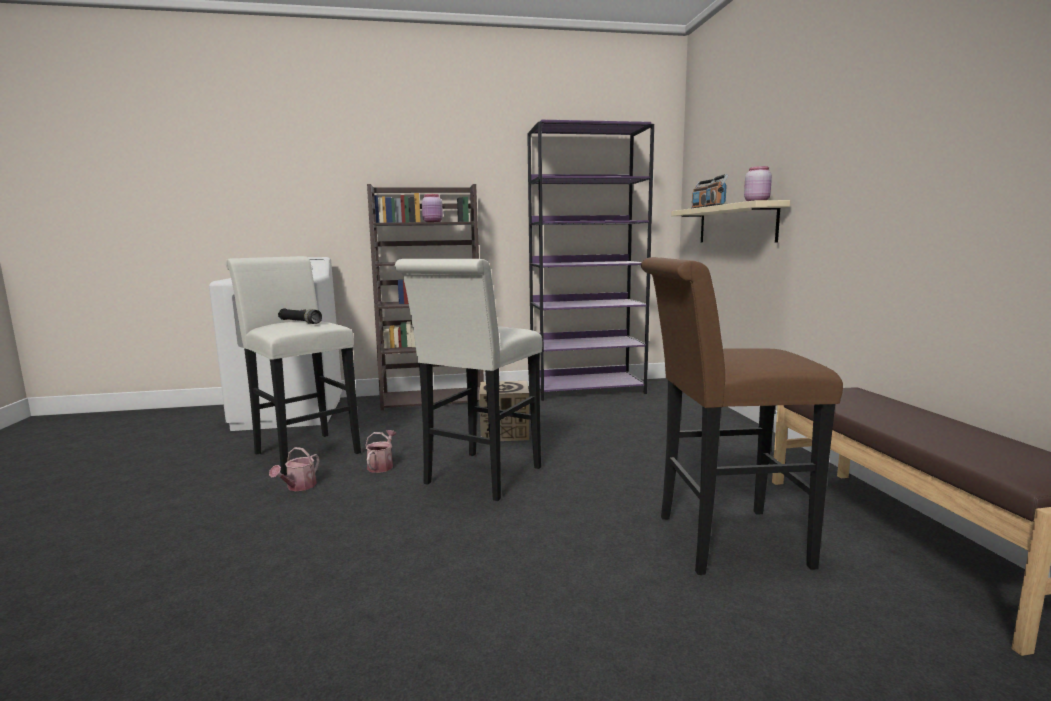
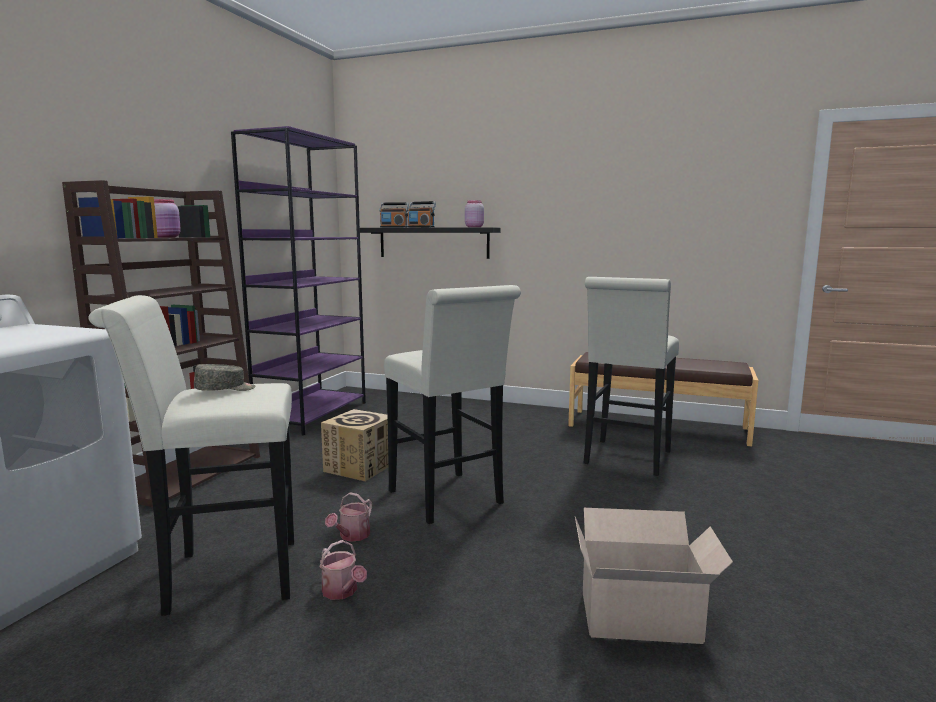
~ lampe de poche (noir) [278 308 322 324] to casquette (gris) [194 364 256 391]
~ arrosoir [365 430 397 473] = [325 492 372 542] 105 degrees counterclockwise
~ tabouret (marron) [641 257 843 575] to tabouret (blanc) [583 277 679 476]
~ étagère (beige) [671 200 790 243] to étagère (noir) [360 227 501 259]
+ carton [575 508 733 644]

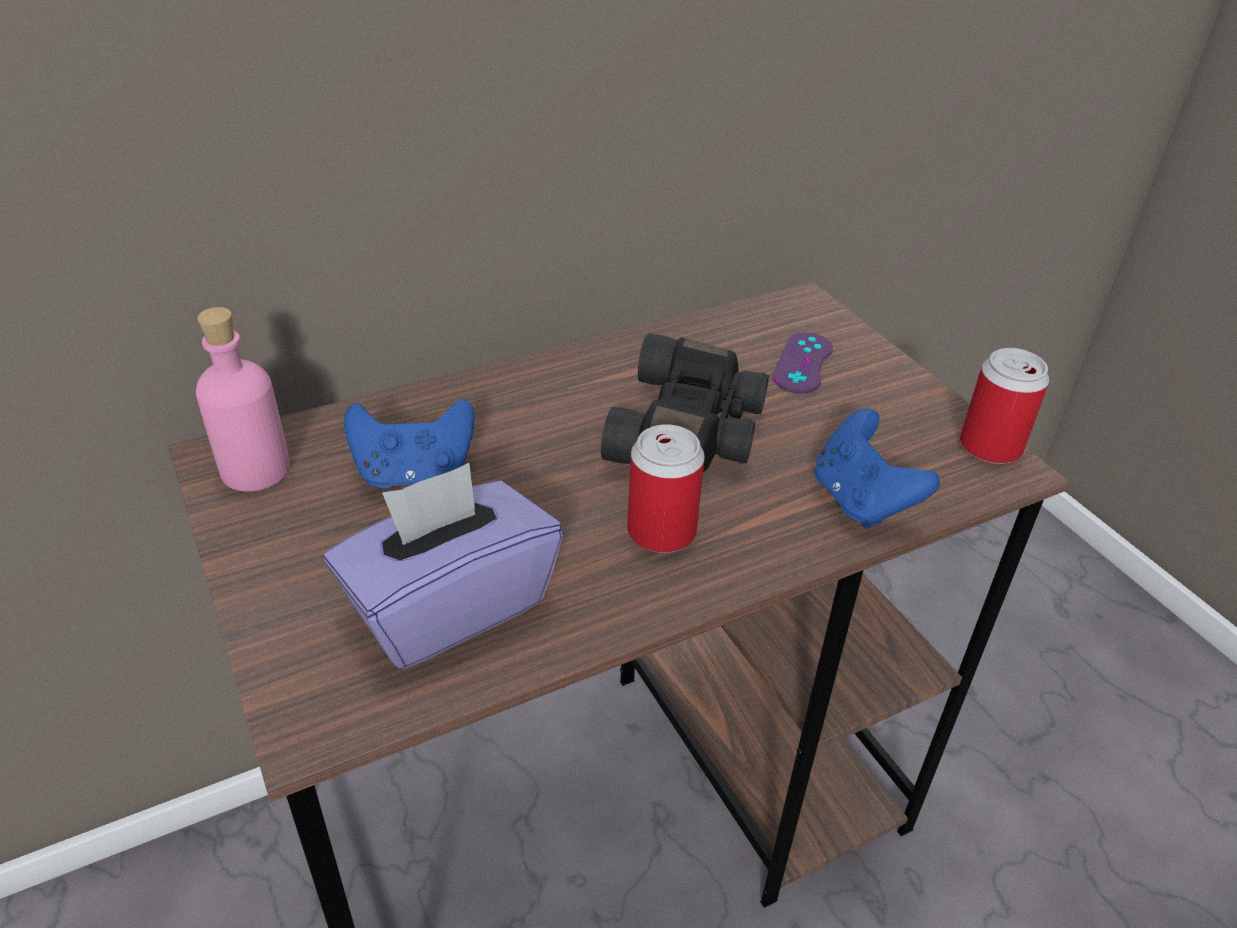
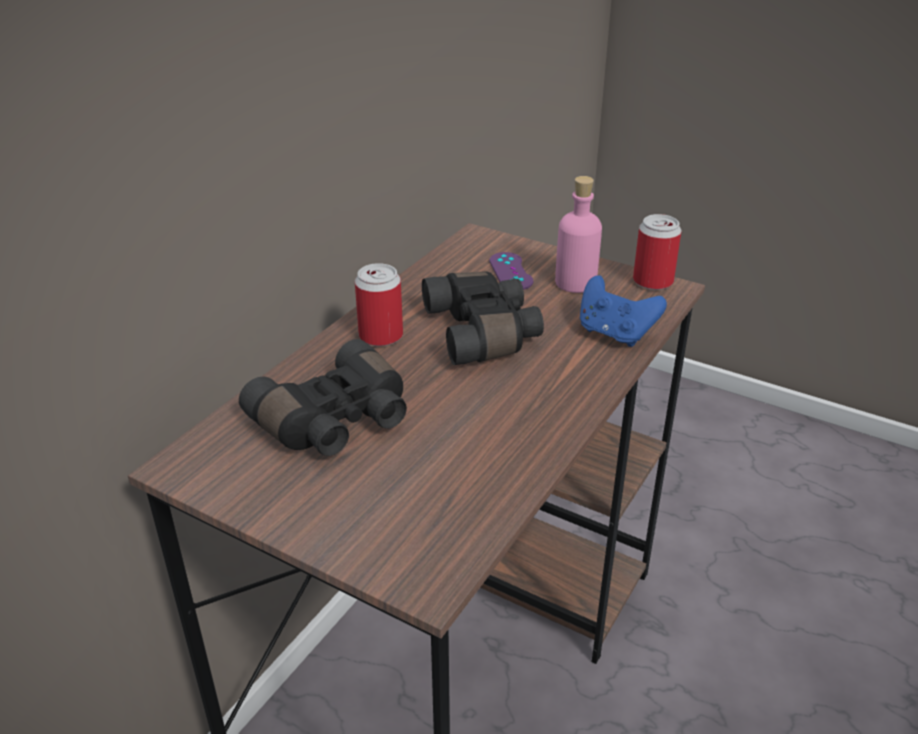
~ bouteille (rose) [196 307 290 492] to [555 176 602 293]
- boîte à mouchoirs (violet) [324 463 563 669]
~ manette (bleu) [344 398 475 489] to jumelles (noir) [239 339 407 456]
~ boîte métallique [627 424 705 553] to [355 263 403 346]

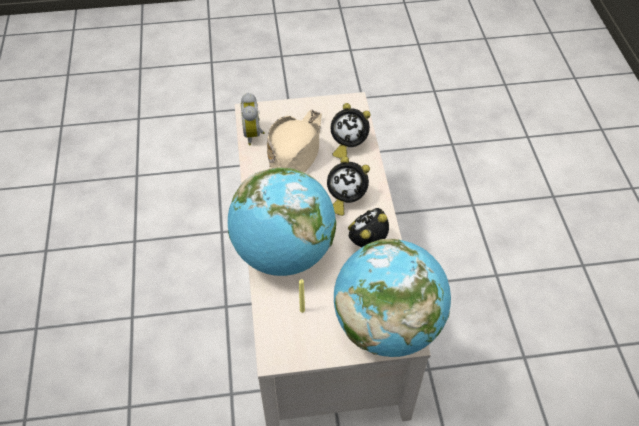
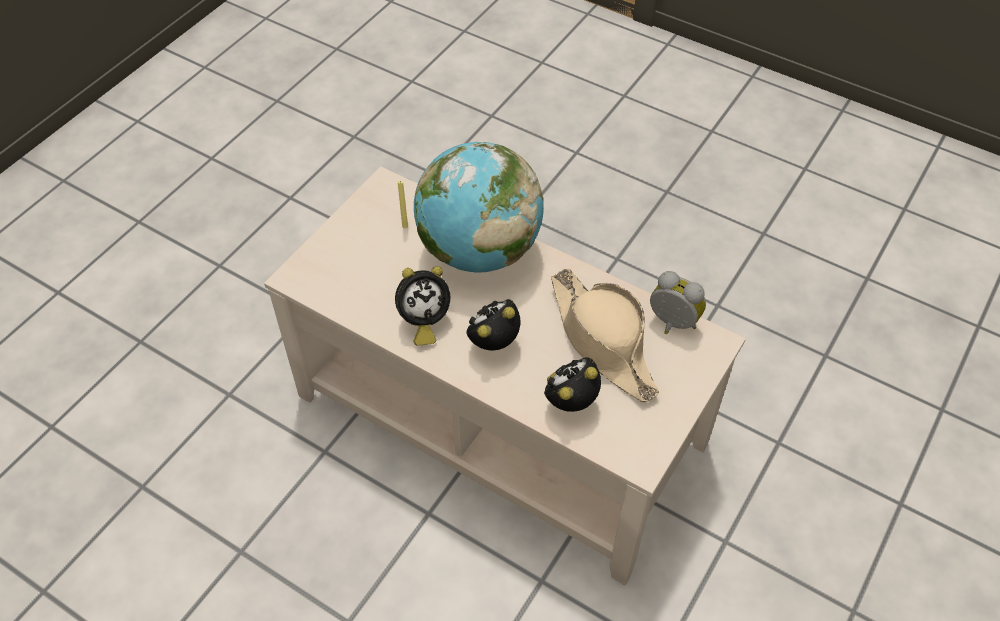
- globe [334 239 451 357]
~ réveil [348 208 389 247] = [395 266 450 346] 75 degrees clockwise

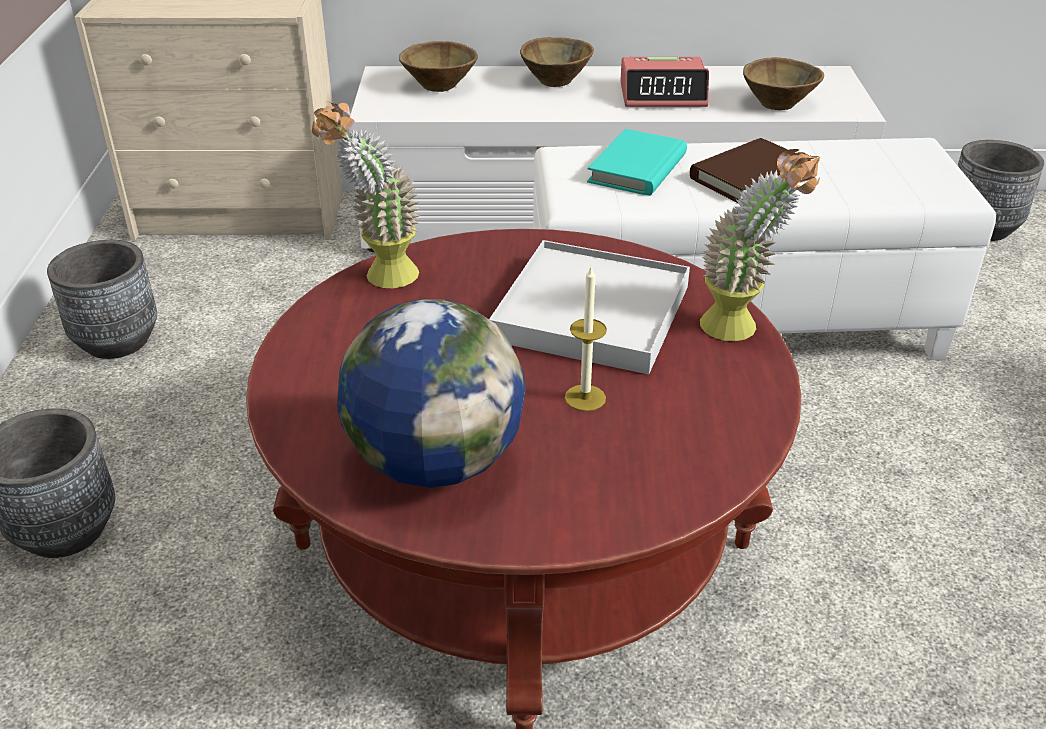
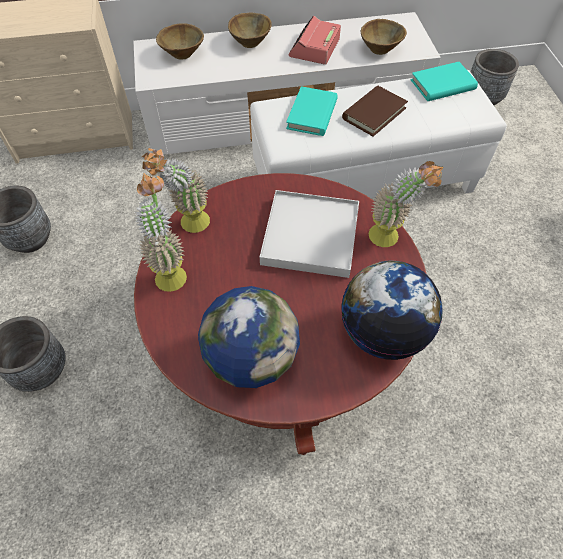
- bougie [565 267 607 411]
~ réveil [620 57 709 107] = [289 16 341 65] 120 degrees clockwise
+ plante en pot [135 173 187 292]
+ globe [341 261 443 360]
+ livre (turquoise) [411 62 478 101]

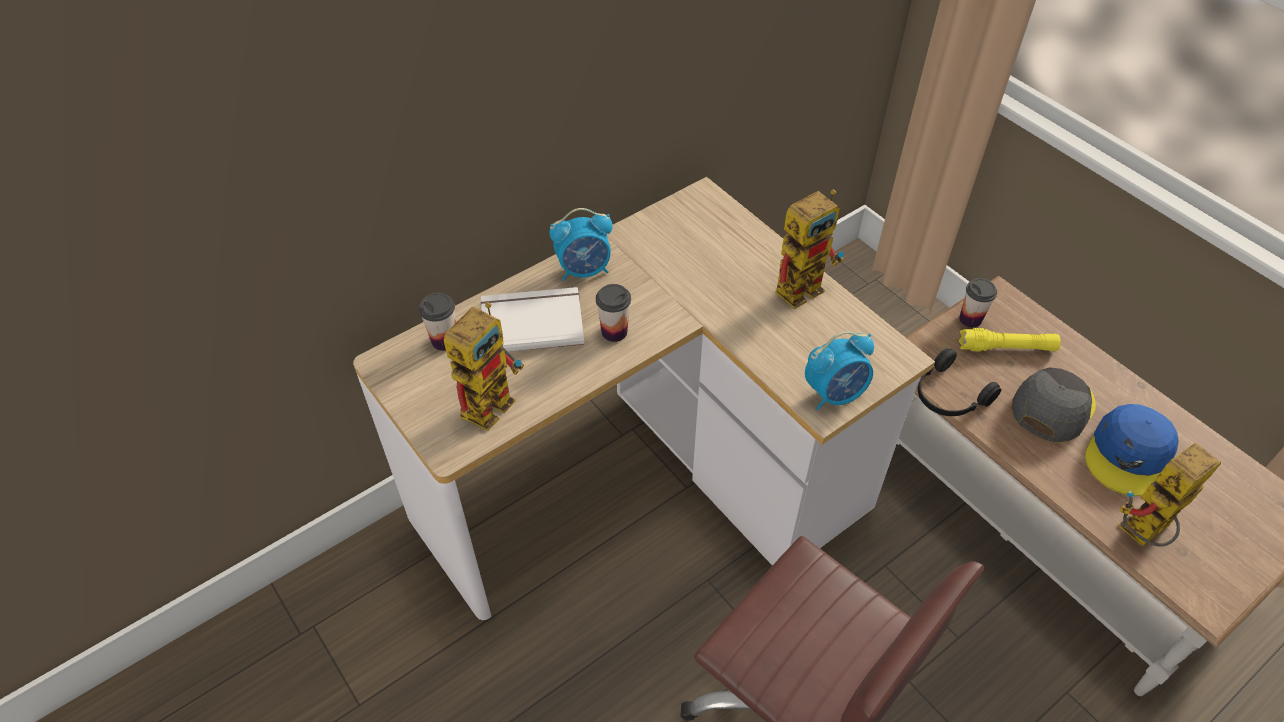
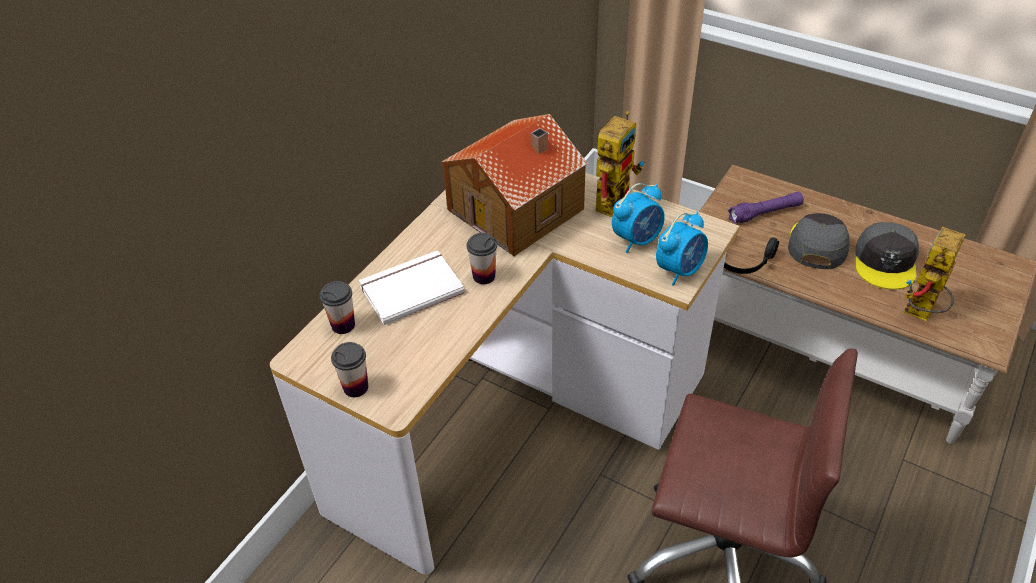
- robot jouet [444 302 524 431]
~ réveil [549 208 613 281] to [612 183 665 253]
~ tasse [959 278 997 328] to [331 342 368 397]
~ lampe de poche (jaune) [959 328 1061 352] to lampe de poche (violet) [728 192 804 224]
~ casquette (bleu) [1085 404 1178 496] to casquette (gris) [855 222 919 290]
+ maison miniature [441 114 588 256]

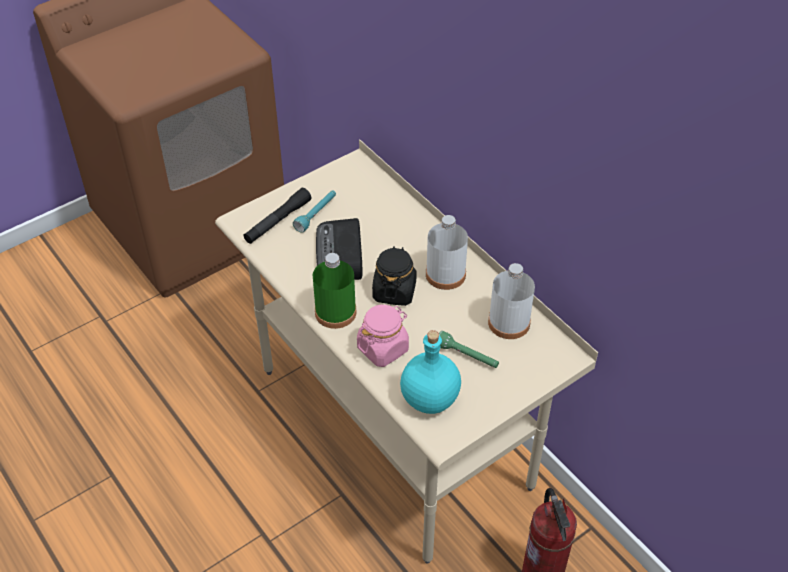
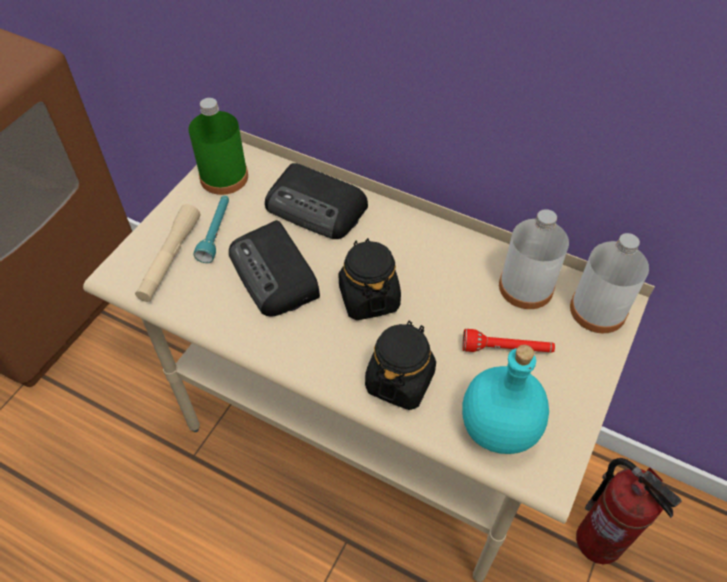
~ lampe de poche (noir) [244 188 312 244] to lampe de poche (beige) [135 204 201 302]
~ bouteille (vert) [313 253 357 329] to [188 98 248 195]
~ bocal (rose) [357 305 409 367] to bocal (noir) [365 321 436 410]
~ bouteille (blanc) [426 215 468 290] to [570 233 649 333]
~ lampe de poche (vert) [439 331 499 368] to lampe de poche (rouge) [463 329 555 352]
+ radio [265 163 368 239]

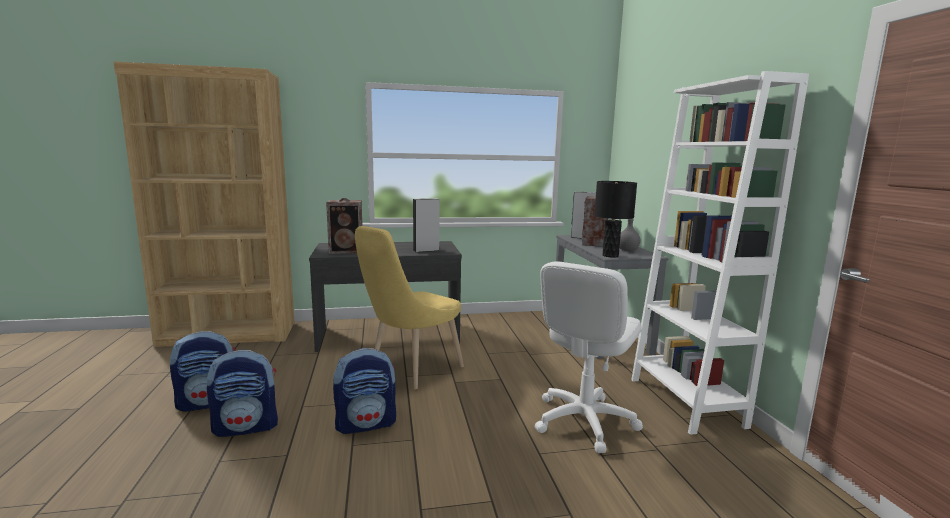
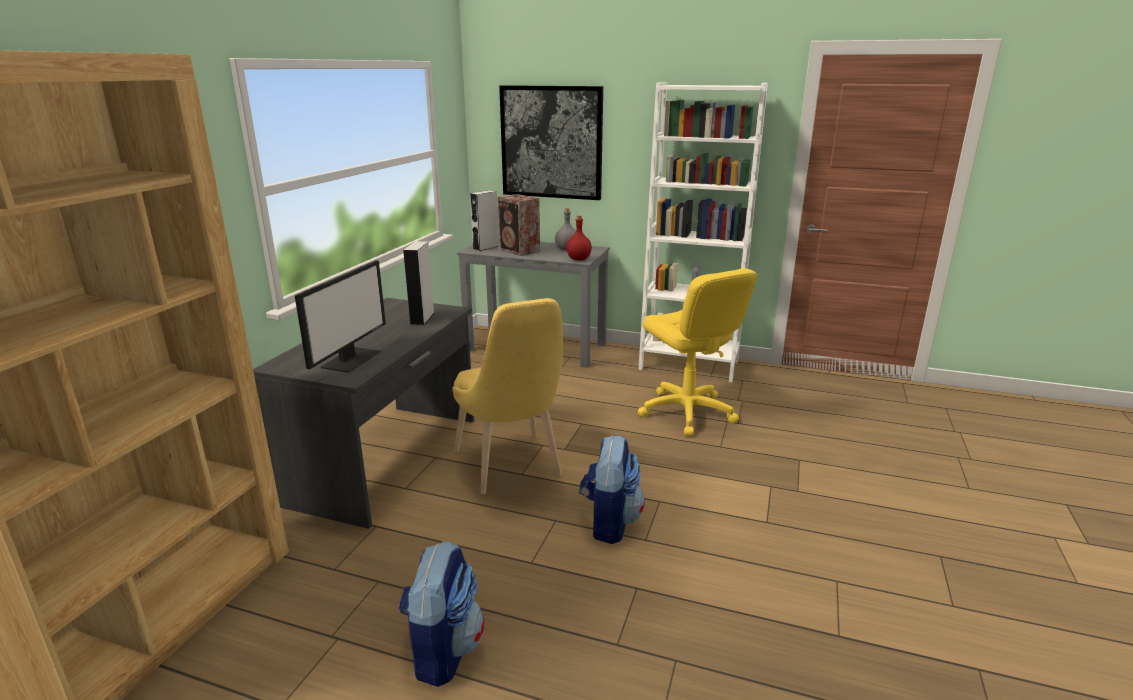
- sac à dos [207 349 278 437]
~ enceinte [326 198 362 254] to écran d'ordinateur [295 260 386 373]
~ chaise de bureau (blanc) [535 261 643 453] to chaise de bureau (jaune) [638 268 757 436]
~ lampe de table (noir) [594 181 637 258] to bouteille (rouge) [566 215 592 260]
+ tableau [499 85 603 200]

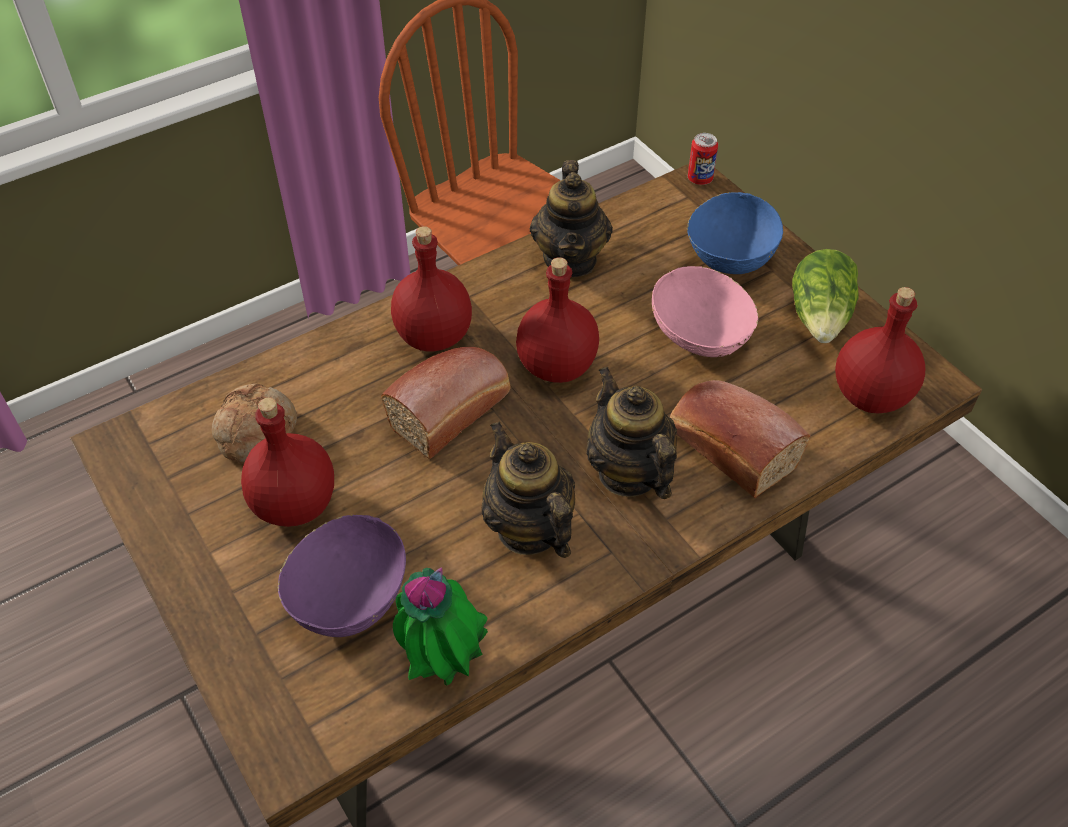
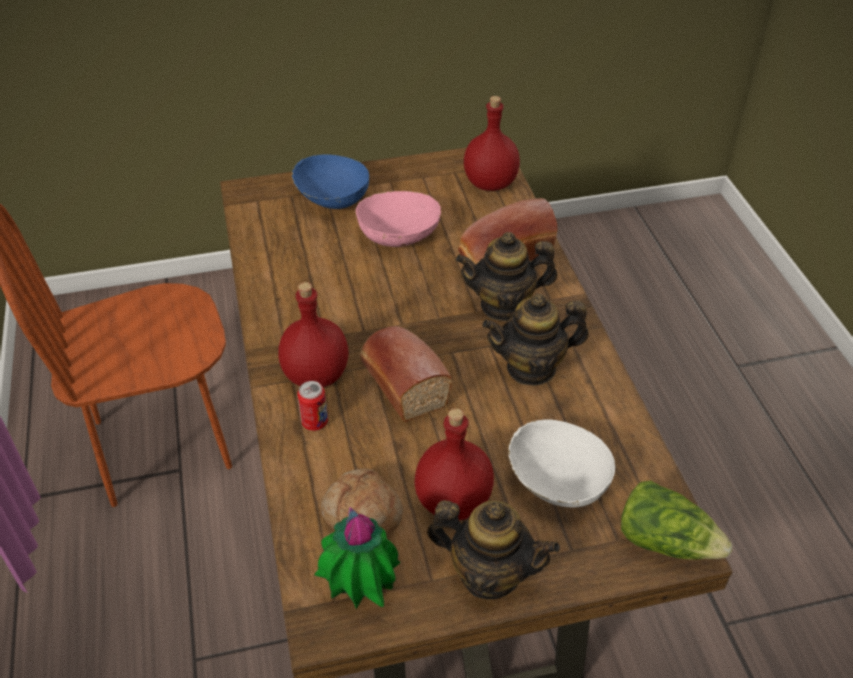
~ bol (violet) [278 515 406 637] to bol (blanc) [508 420 615 507]
~ plante en pot [393 568 488 686] to [314 507 400 609]
- bouteille (rouge) [516 257 599 383]
~ théière [530 160 613 277] to [427 500 560 599]
~ boîte métallique [688 133 718 185] to [297 381 328 431]
~ laitue [792 249 859 343] to [621 481 732 560]

